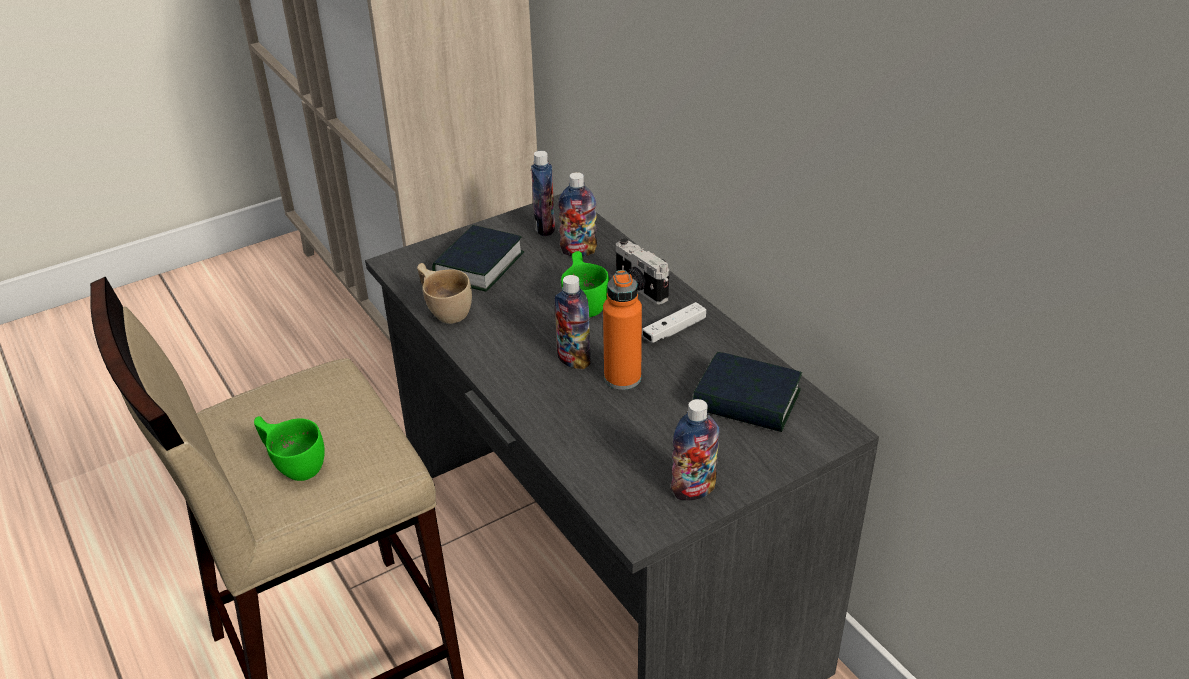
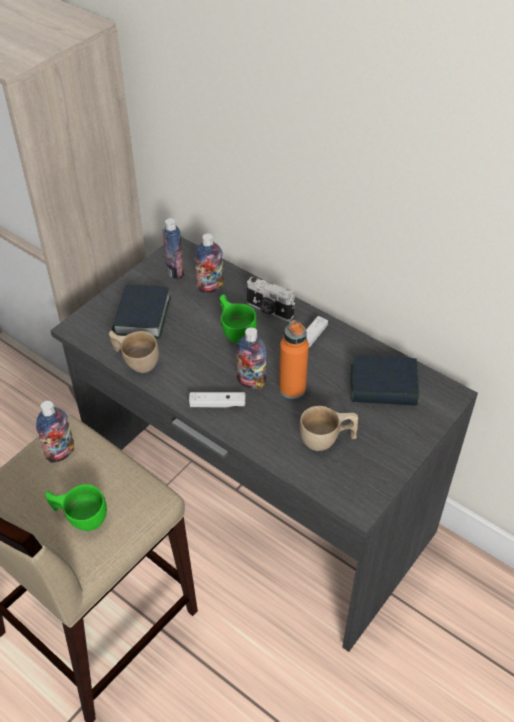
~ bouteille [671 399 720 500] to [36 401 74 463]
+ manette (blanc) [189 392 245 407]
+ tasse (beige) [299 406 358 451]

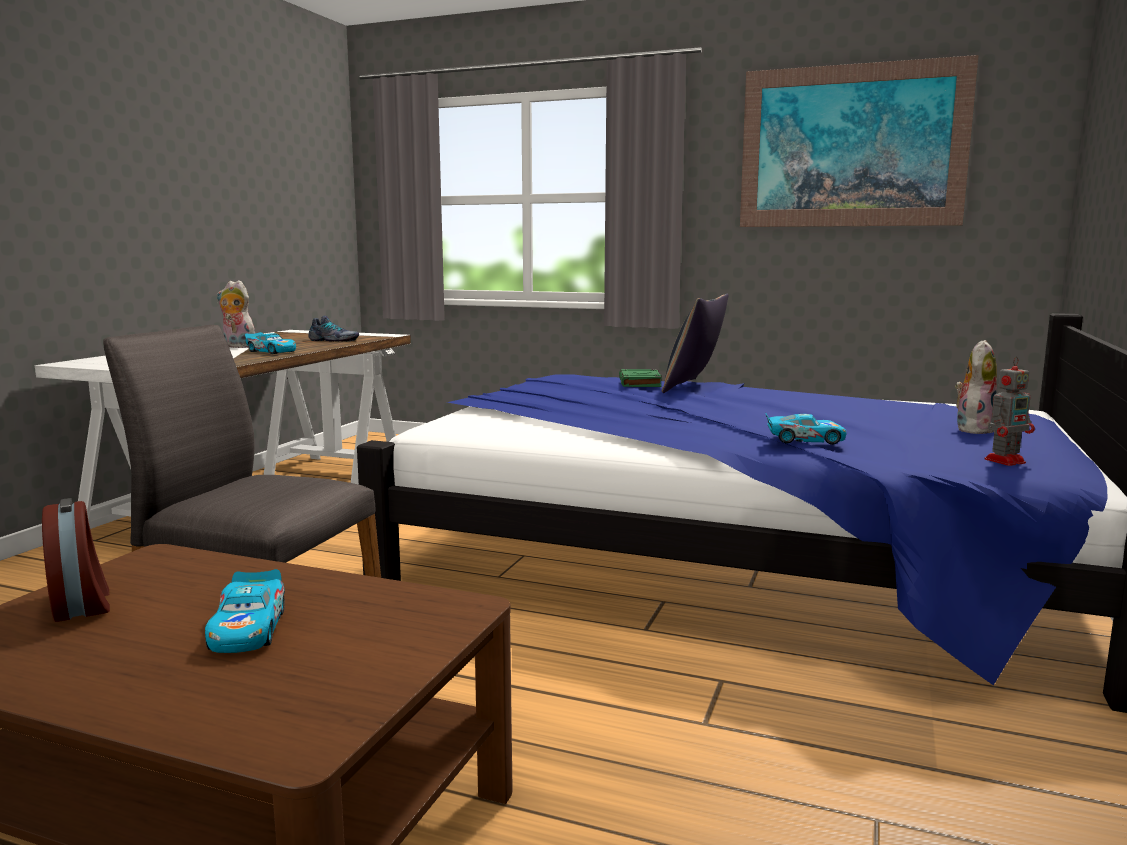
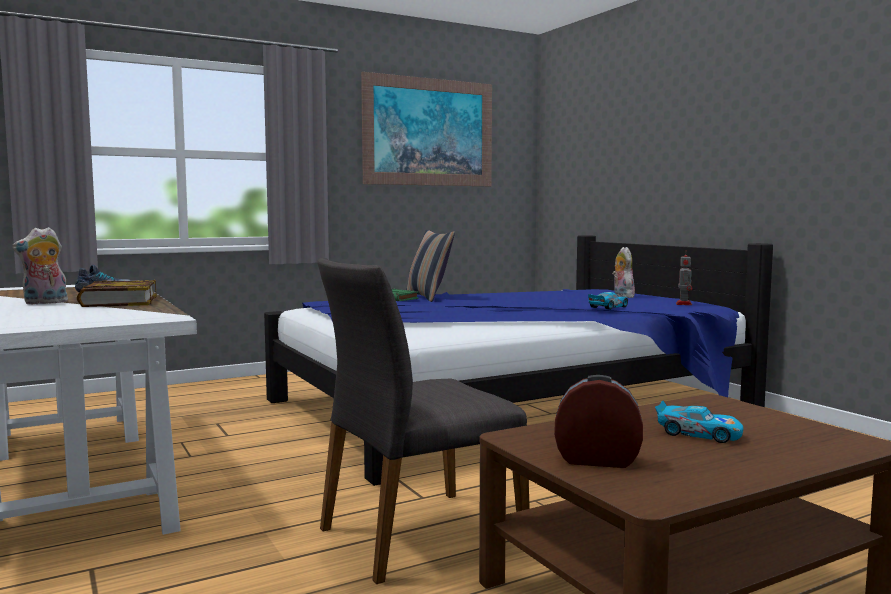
~ petite voiture [245 332 296 354] to livre [77 280 157 307]

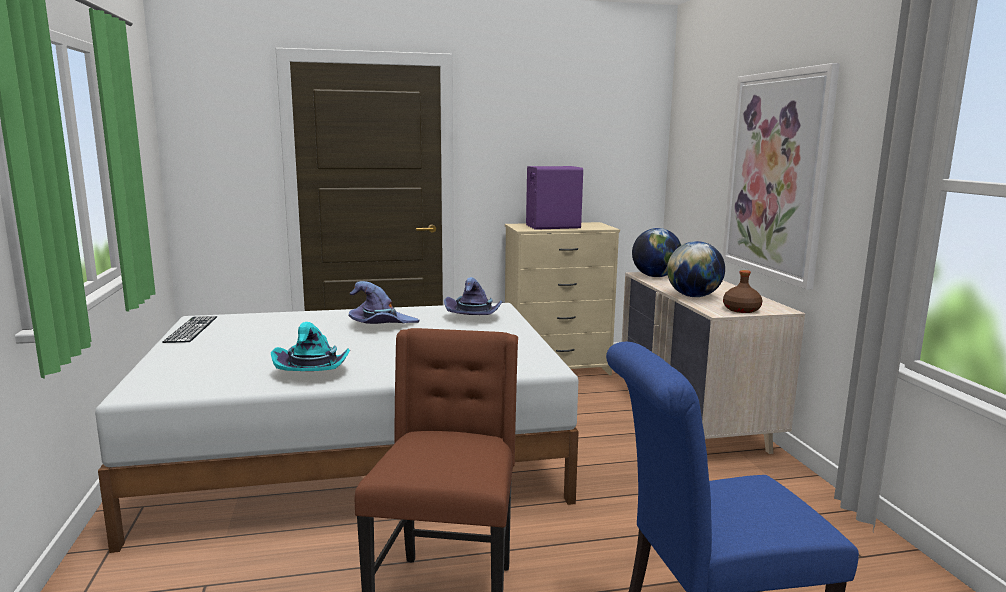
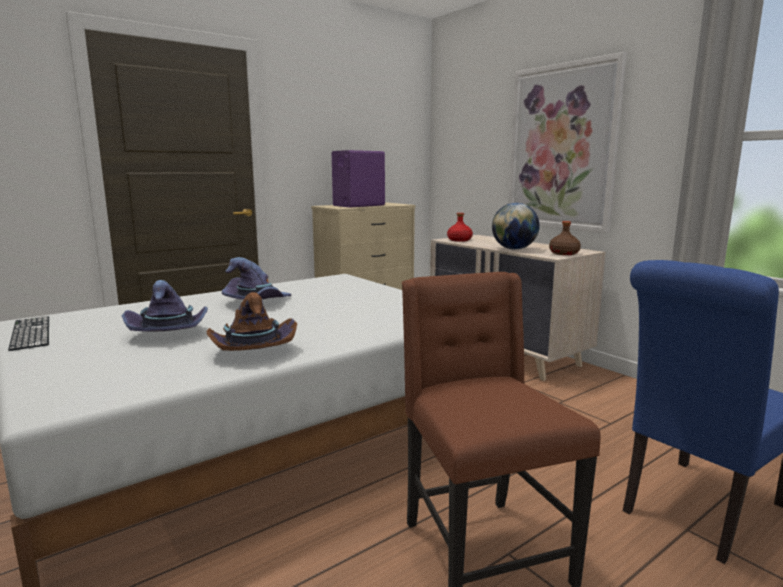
~ chapeau (turquoise) [271 322 350 371] to chapeau (marron) [206 292 297 351]
~ chapeau (violet) [444 277 502 315] to [122 280 208 332]
~ globe [632 228 681 277] to bouteille (rouge) [447 213 473 242]

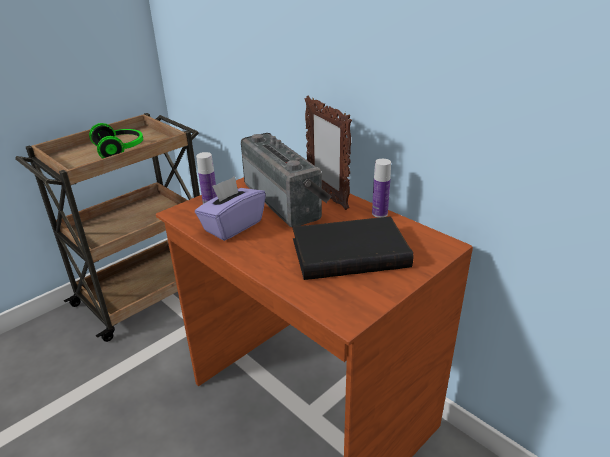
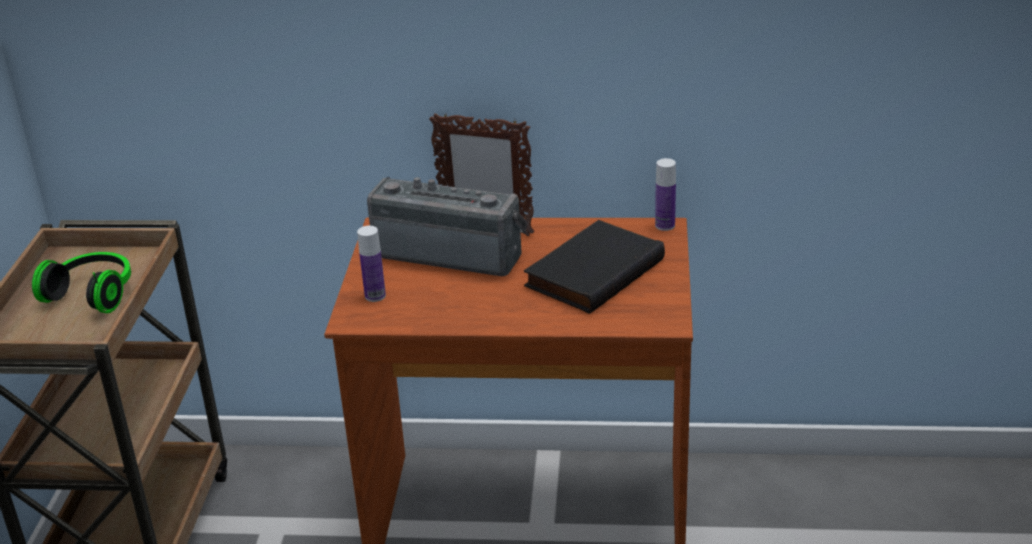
- boîte à mouchoirs (violet) [195 176 266 241]
~ bouteille [372 159 391 218] to [655 158 676 231]

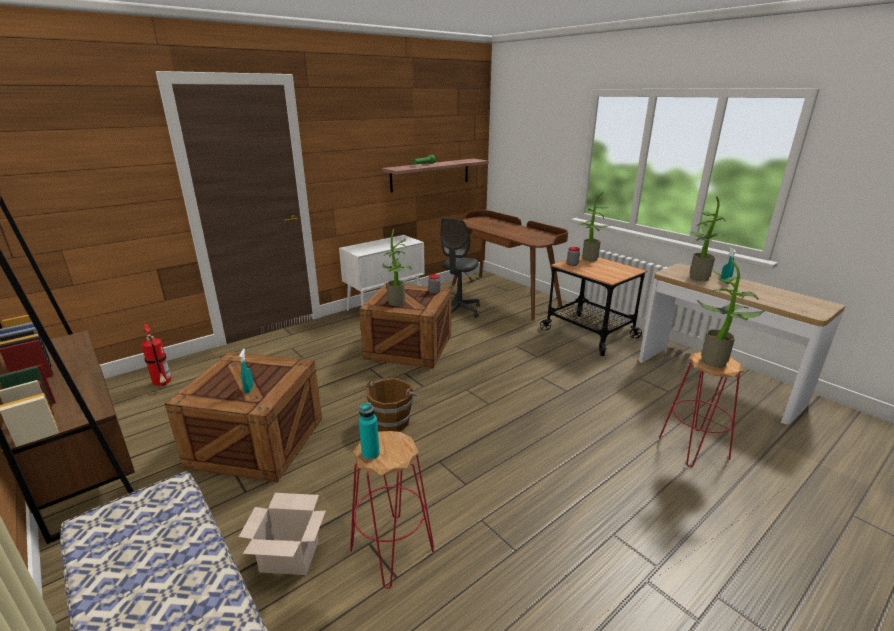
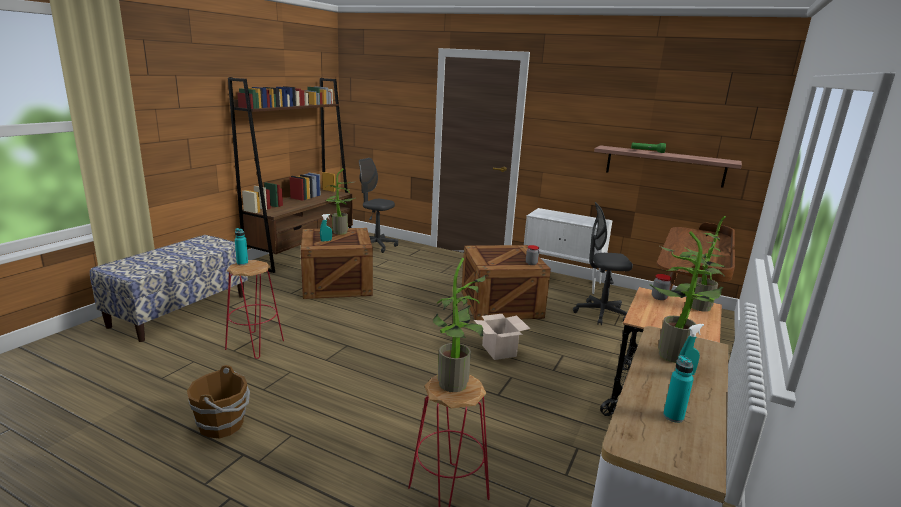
~ extincteur [141 322 171 386] to chaise de bureau (gris) [359 158 398 253]
~ carton [239 493 326 575] to [474 314 530 360]
~ seau (marron) [366 378 417 432] to [187 365 250 439]
~ plante en pot [382 229 412 306] to [324 169 355 235]
+ bouteille (turquoise) [663 355 694 423]

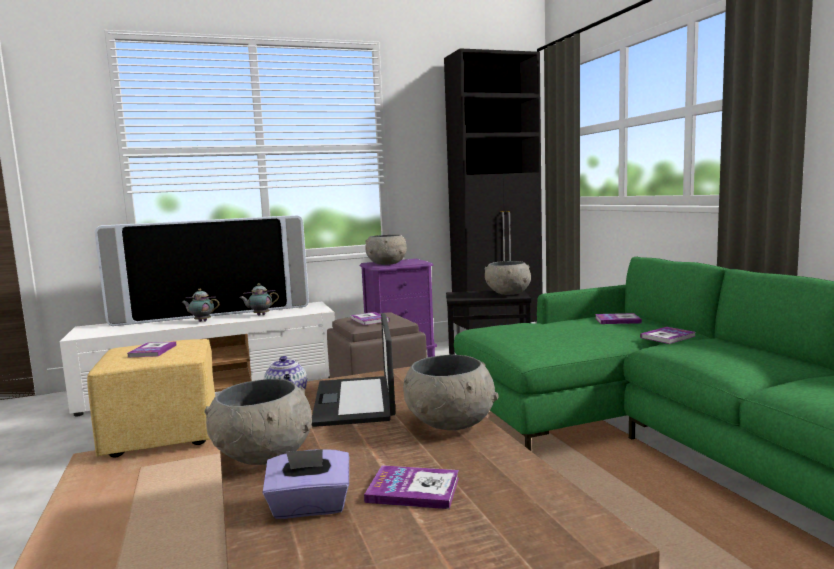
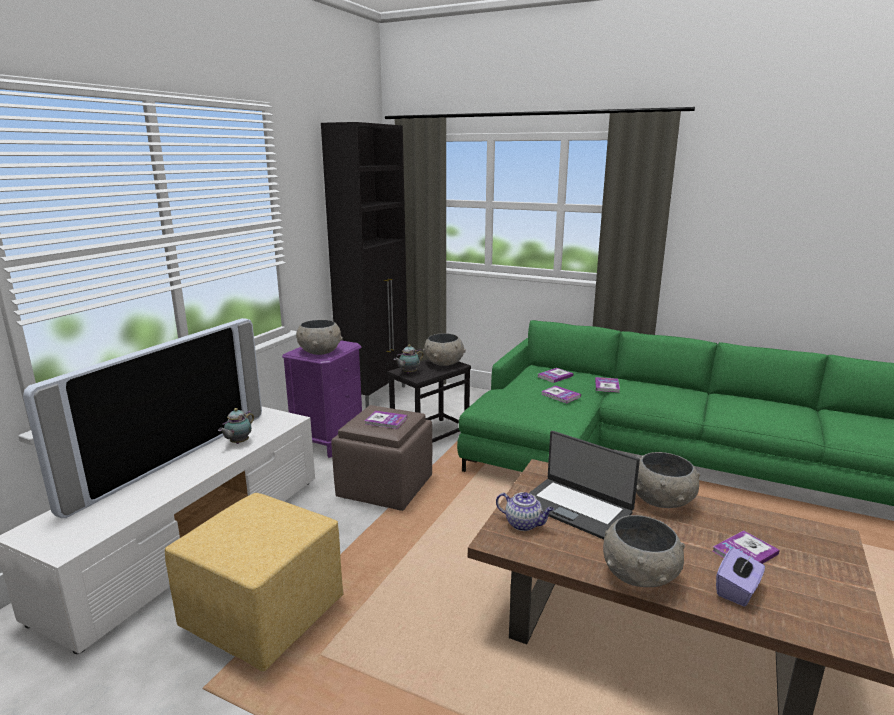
~ livre [127 342 177 358] to [541 386 581 403]
~ théière [181 289 219 322] to [394 344 423 374]

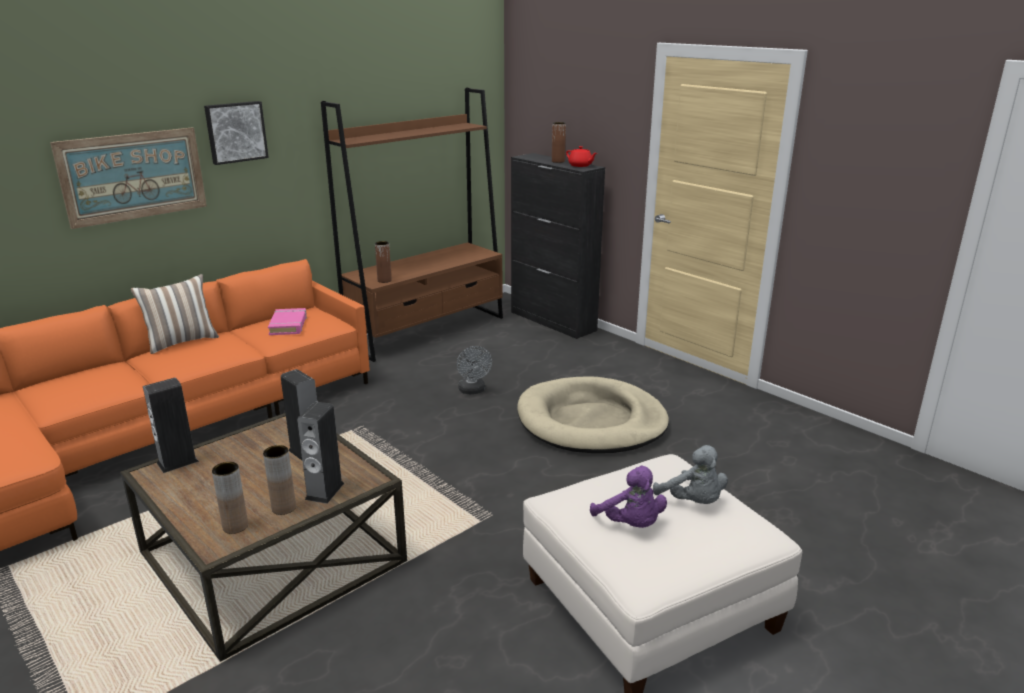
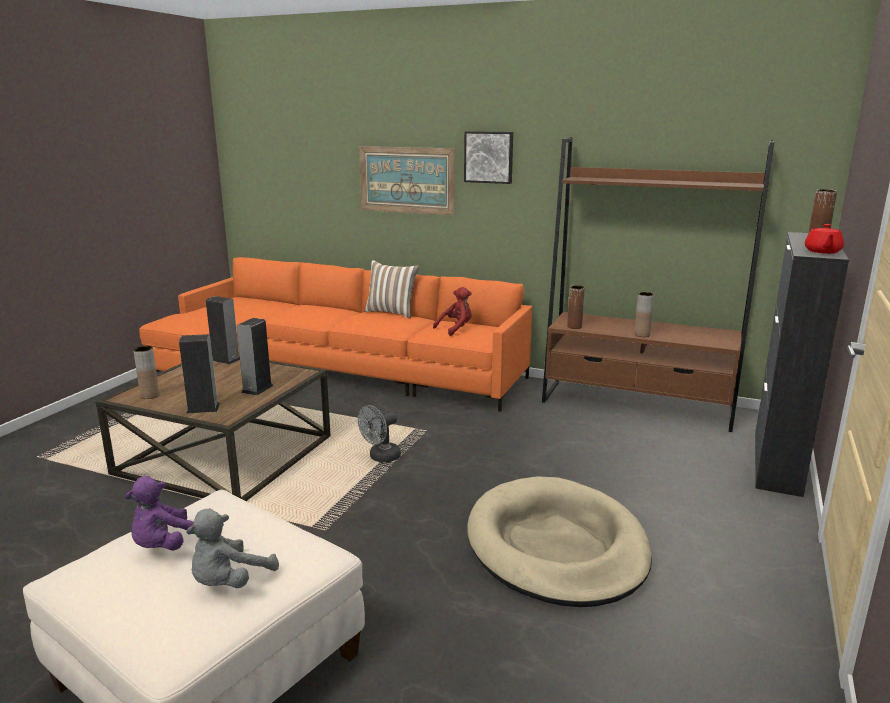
~ vase (marron) [263 445 296 515] to [634 292 654 337]
~ livre (rose) [268 308 307 335] to peluche (rouge) [433 287 472 336]
~ ventilateur (gris) [457 346 492 394] to [358 405 401 462]

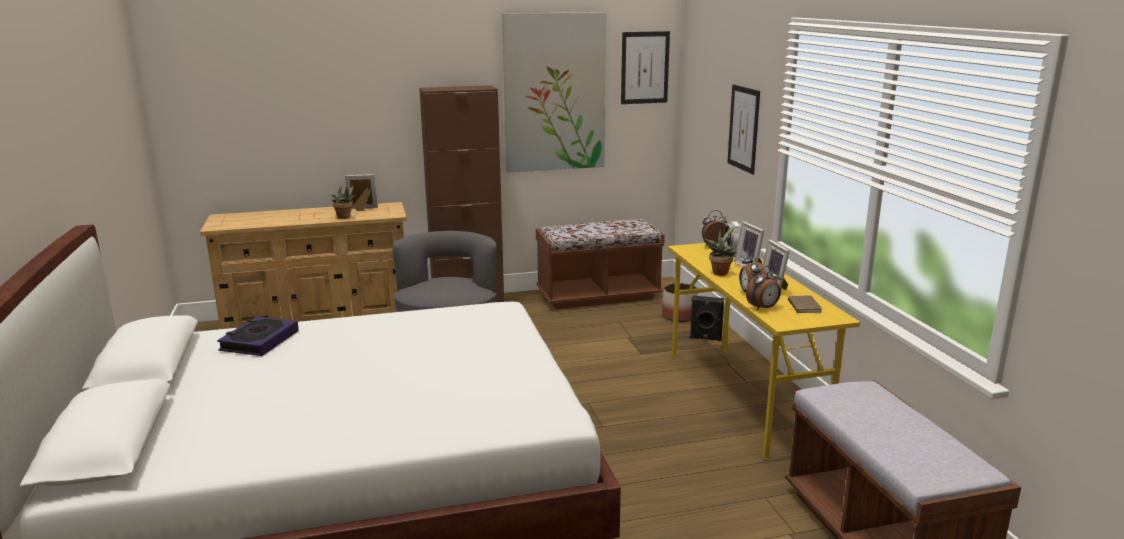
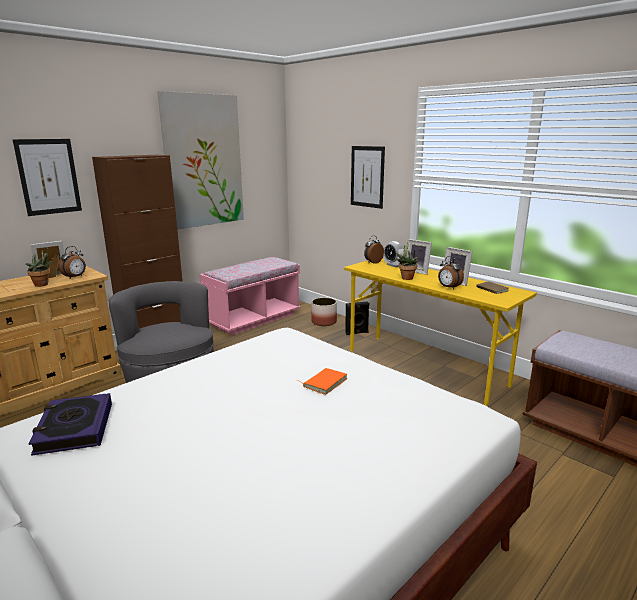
~ banc (marron) [536 219 665 309] to banc (rose) [200 257 301 335]
~ tableau [621 31 670 104] to [13 139 82 216]
~ réveil [746 266 781 310] to [58 246 86 278]
+ livre (orange) [300 368 347 395]

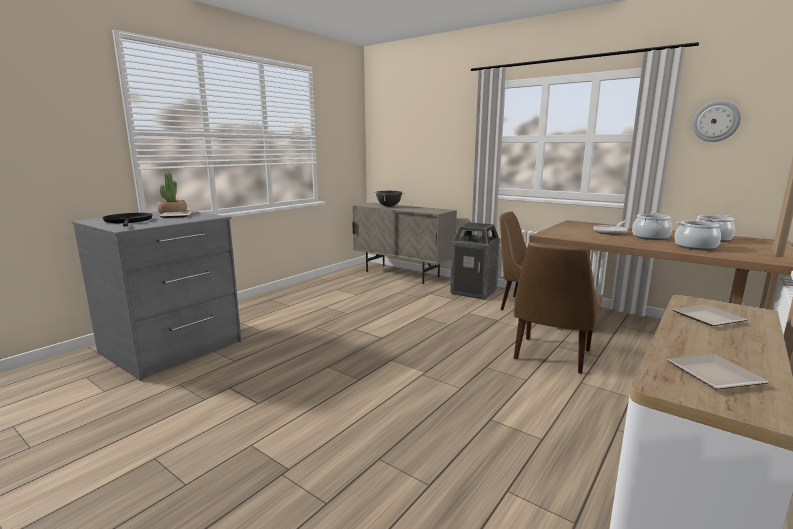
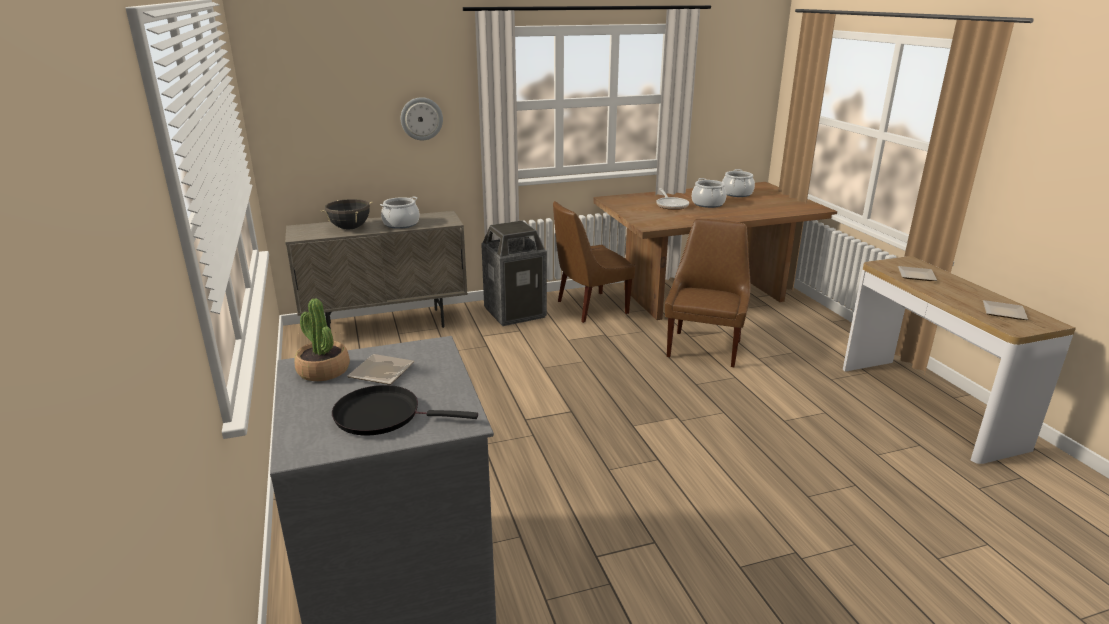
~ chaise (marron) [514 242 602 374] = [665 219 751 367] 135 degrees counterclockwise
~ marmite [674 221 724 250] to [380 196 420 229]
~ horloge murale [692 101 741 142] to [401 97 443 140]

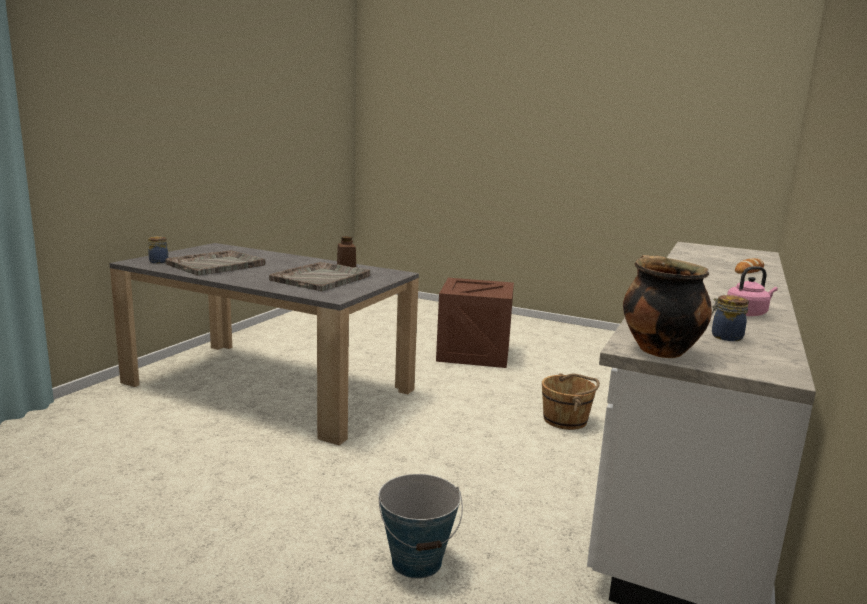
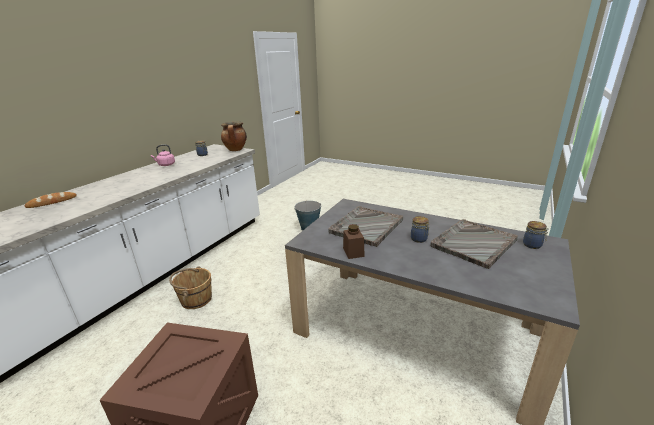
+ bocal [411 216 429 243]

